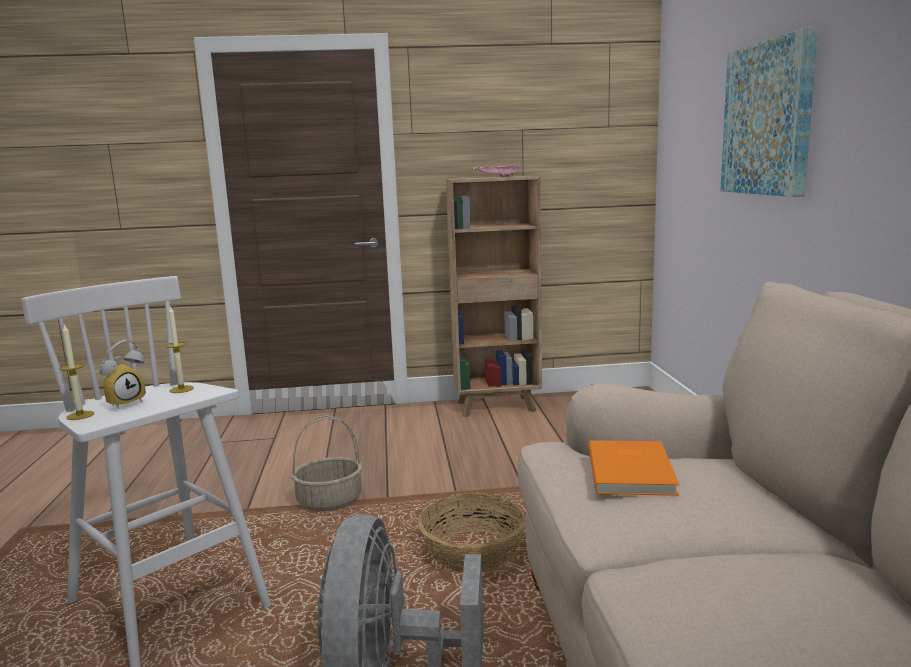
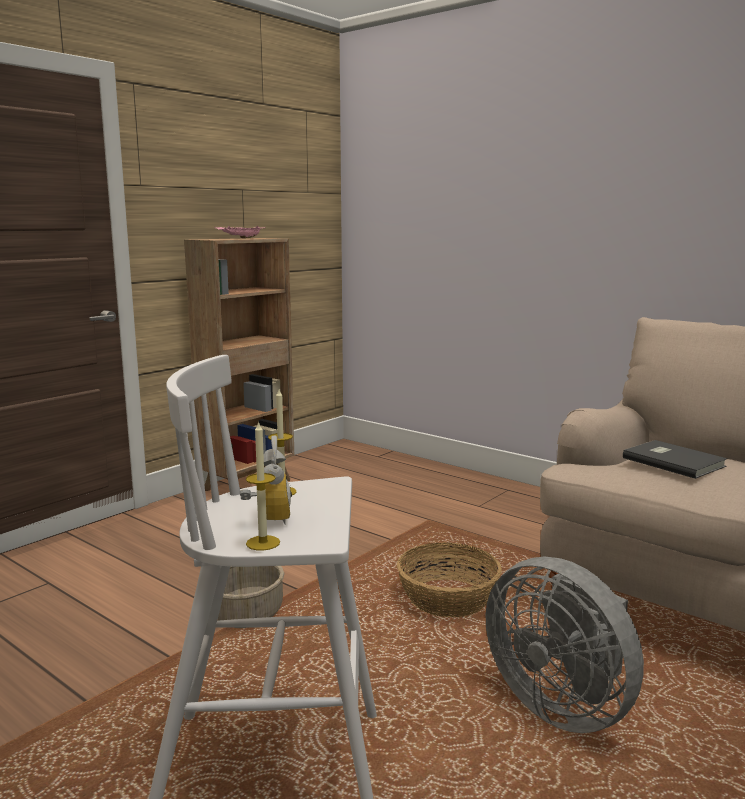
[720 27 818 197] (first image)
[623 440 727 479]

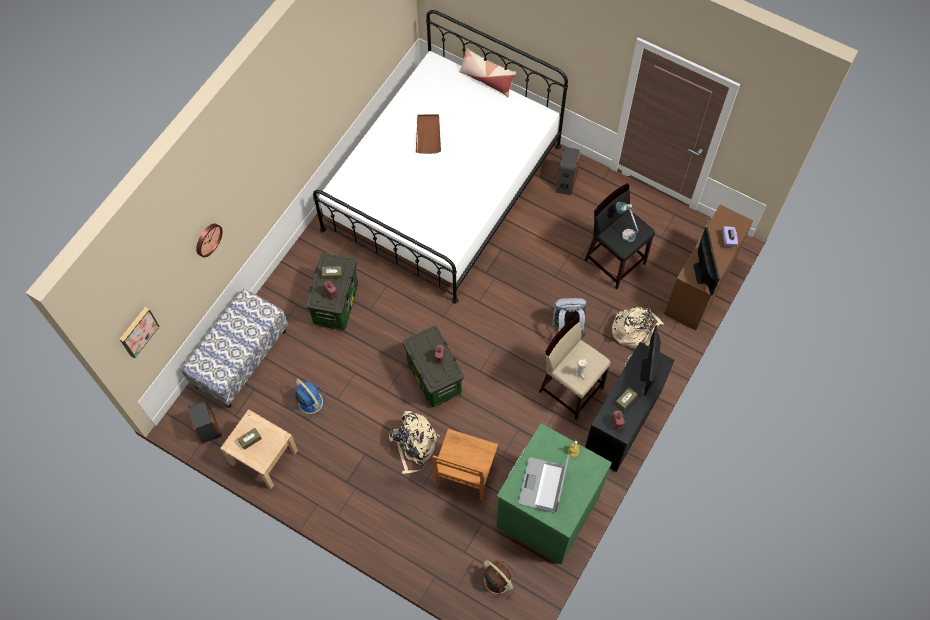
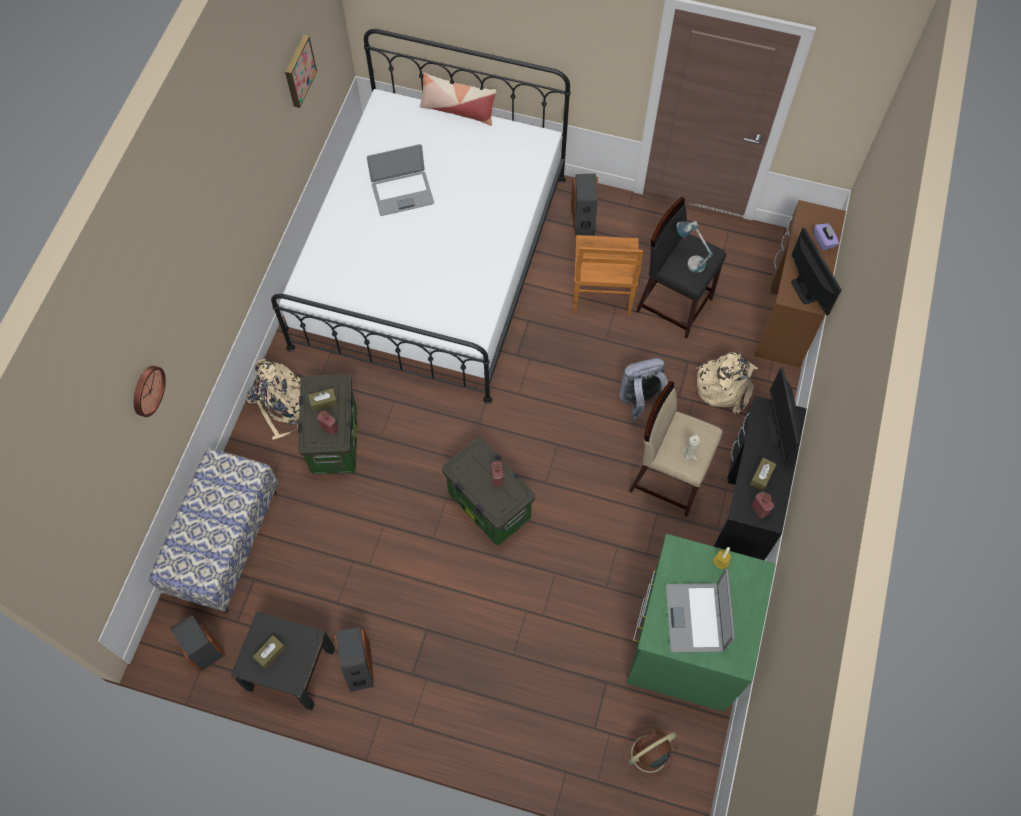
[291 378 329 420] (first image)
[334 627 374 692]
[285 34 317 108]
[247 359 301 440]
[573 235 643 316]
[367 144 434 216]
[231 611 335 710]
[622 727 678 784]

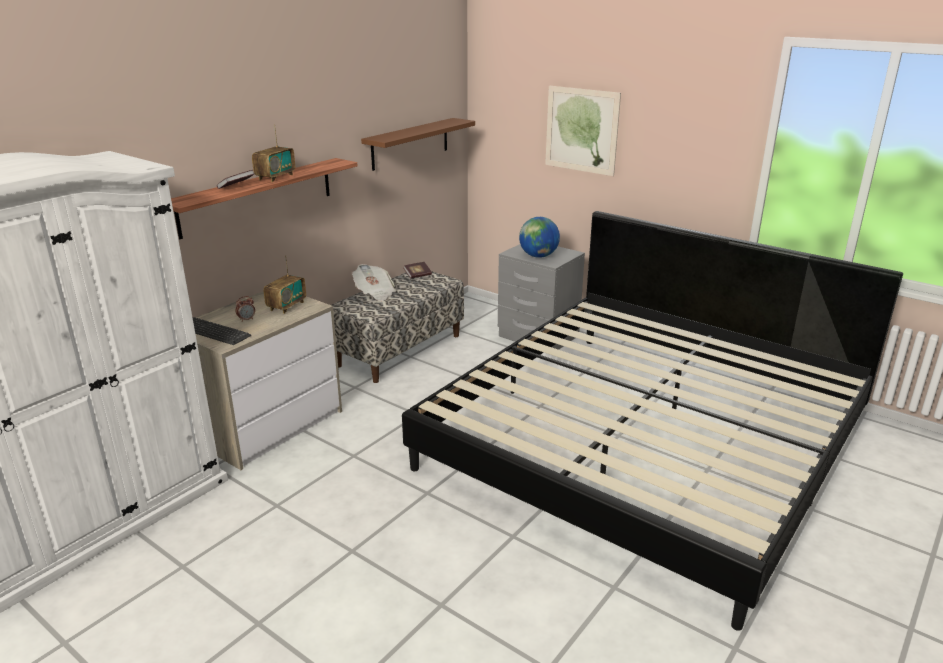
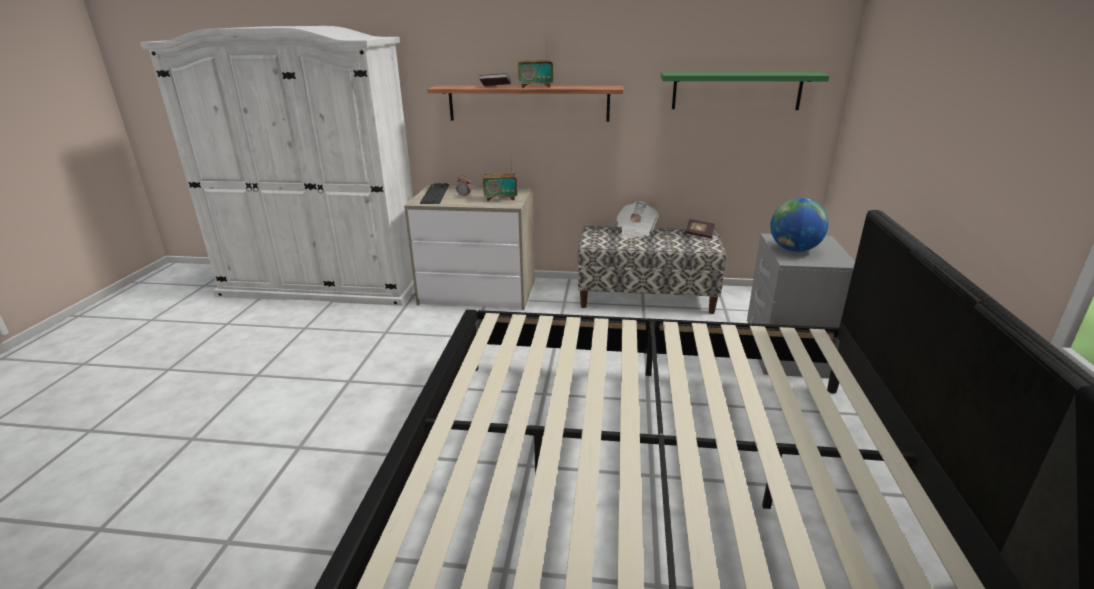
[545 86 621 176] (first image)
[661 72 829 110]

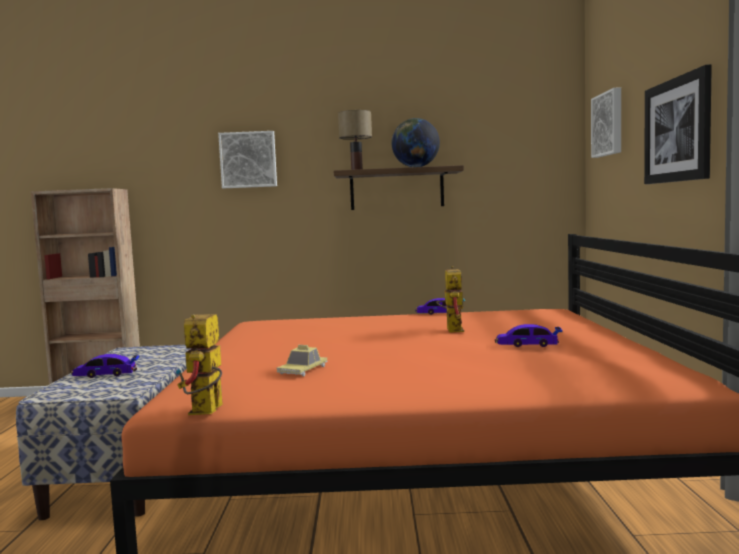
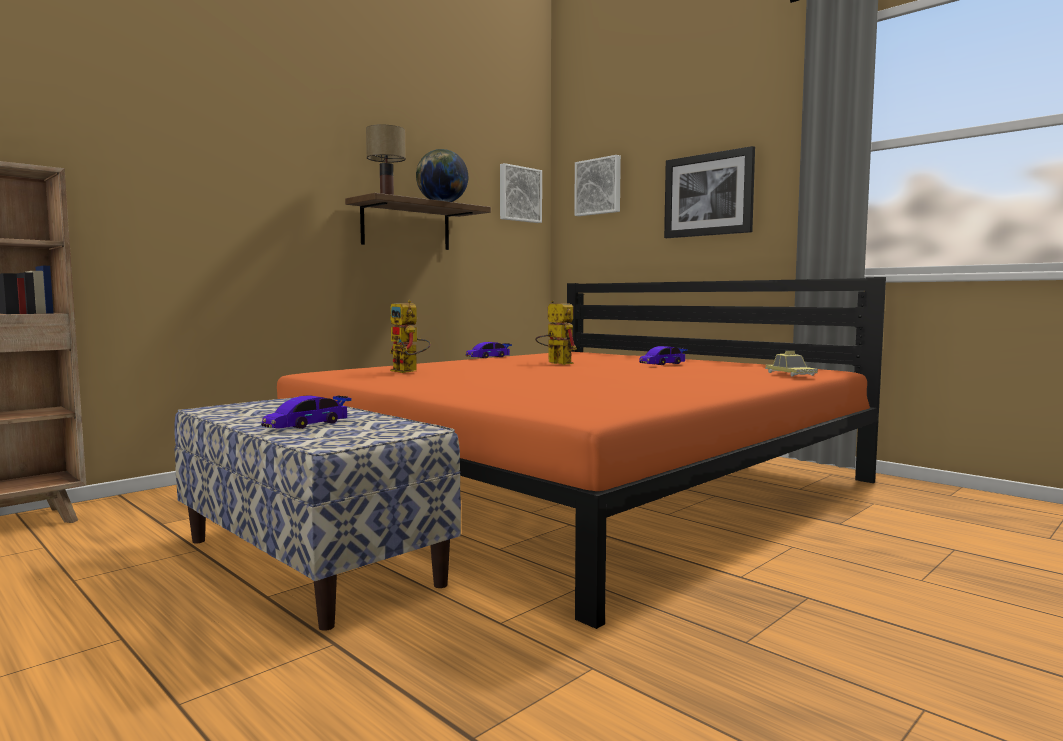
[390 300 431 373]
[500 163 542 223]
[765 351 818 377]

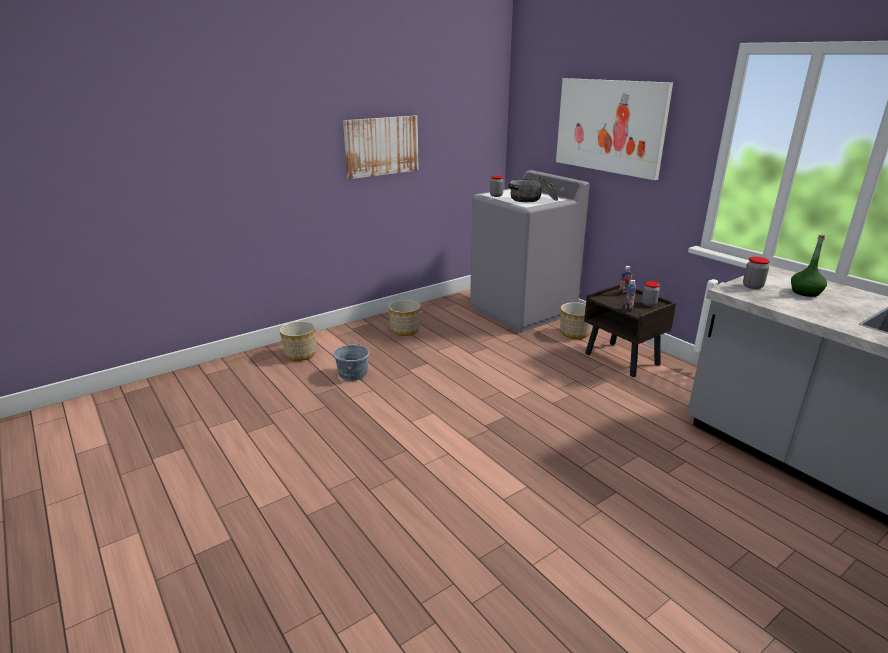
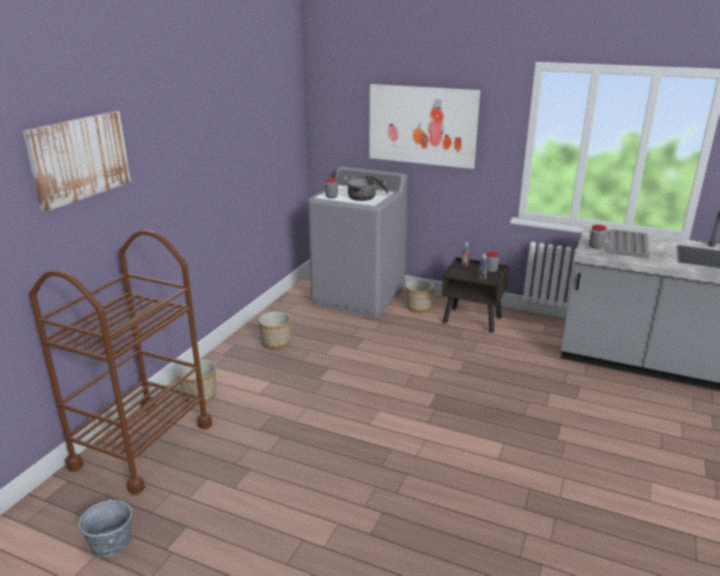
[29 230 212 495]
[78 492 132 557]
[23 111 131 212]
[608 229 650 259]

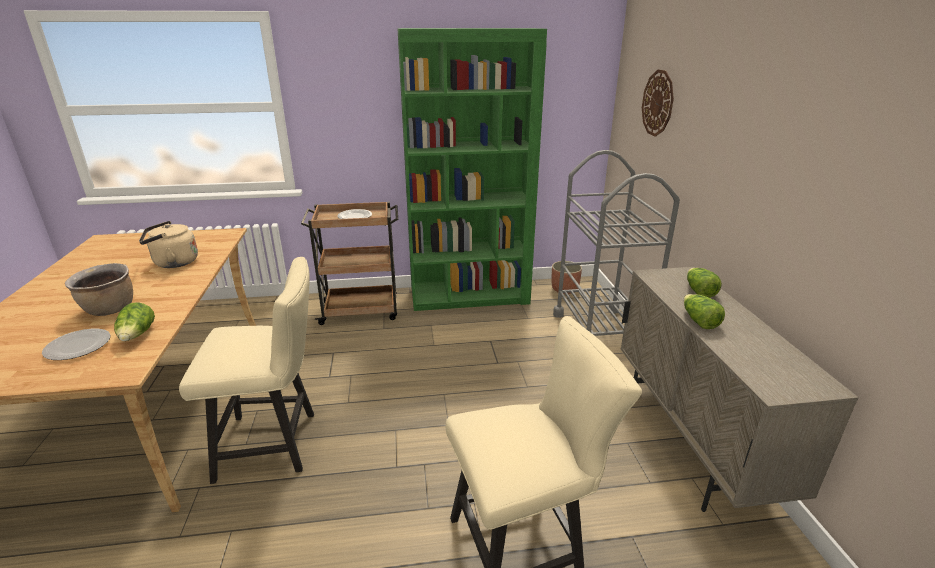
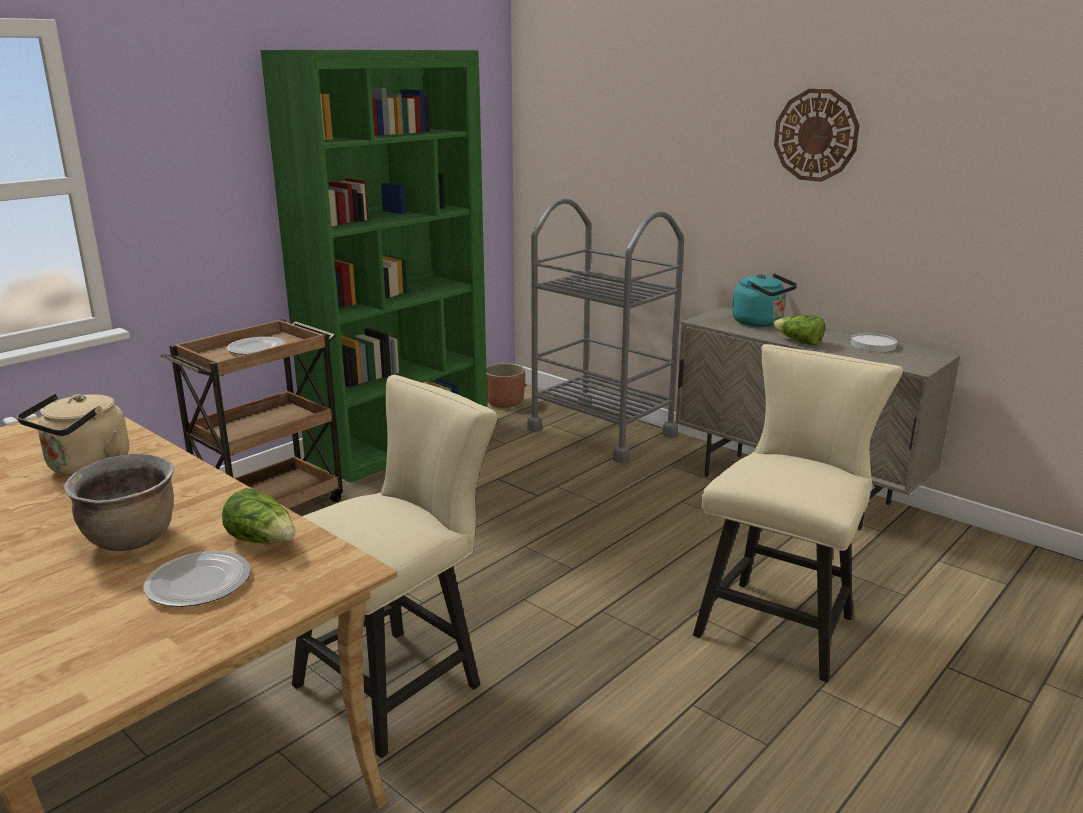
[851 333 897 352]
[774 89 860 182]
[732 273 797 327]

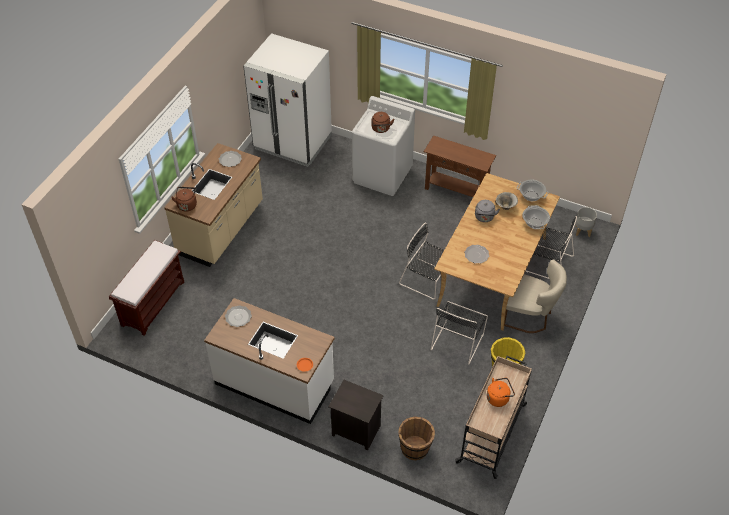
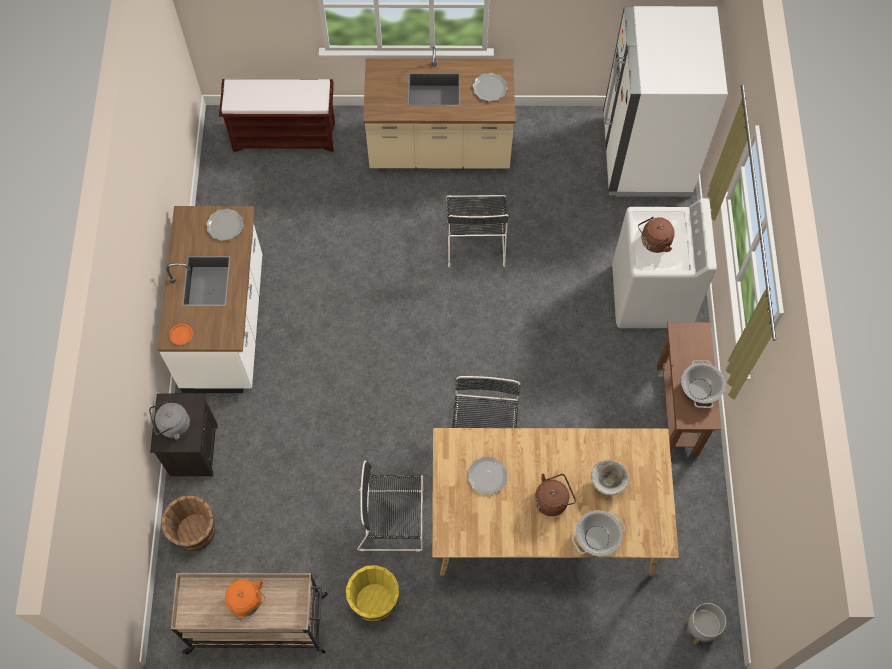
[504 259 567 333] (first image)
[535 474 576 516]
[149 402 190 440]
[681 360 725 408]
[446 195 509 268]

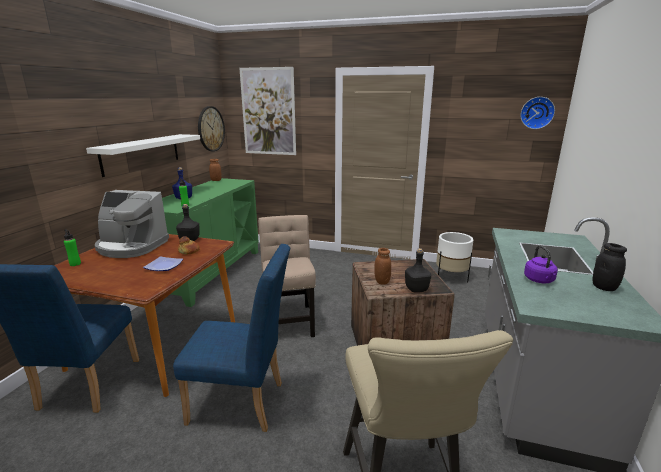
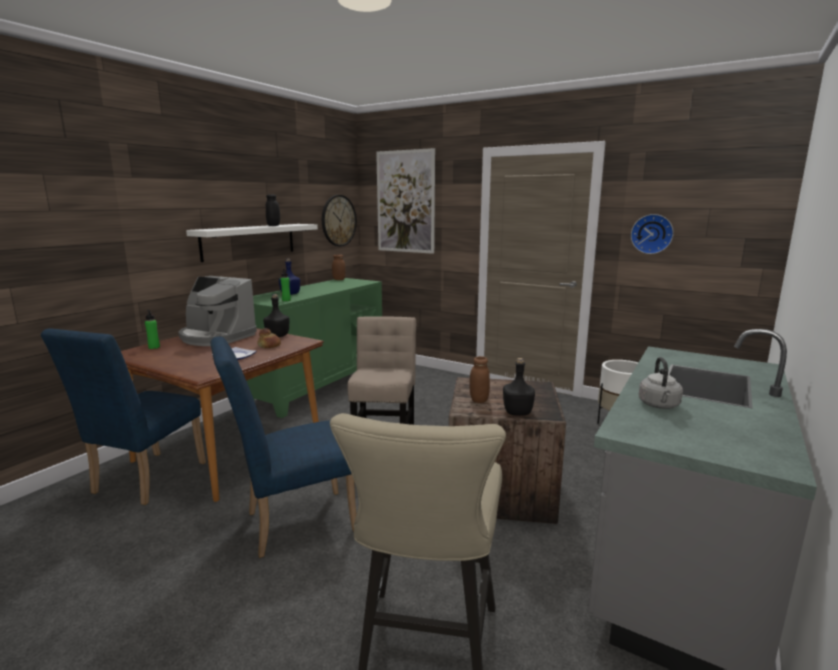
[631 214 674 254]
[266 194 280 226]
[638 357 683 409]
[210 336 357 558]

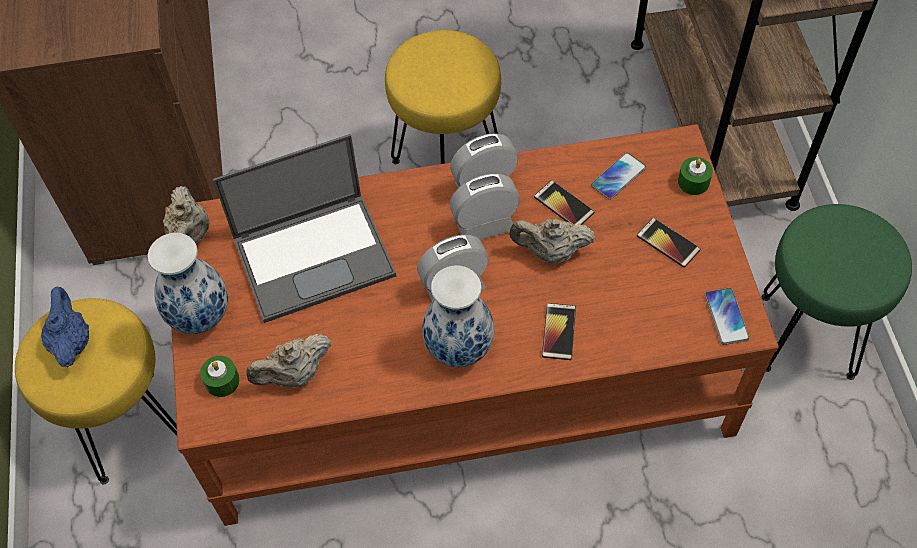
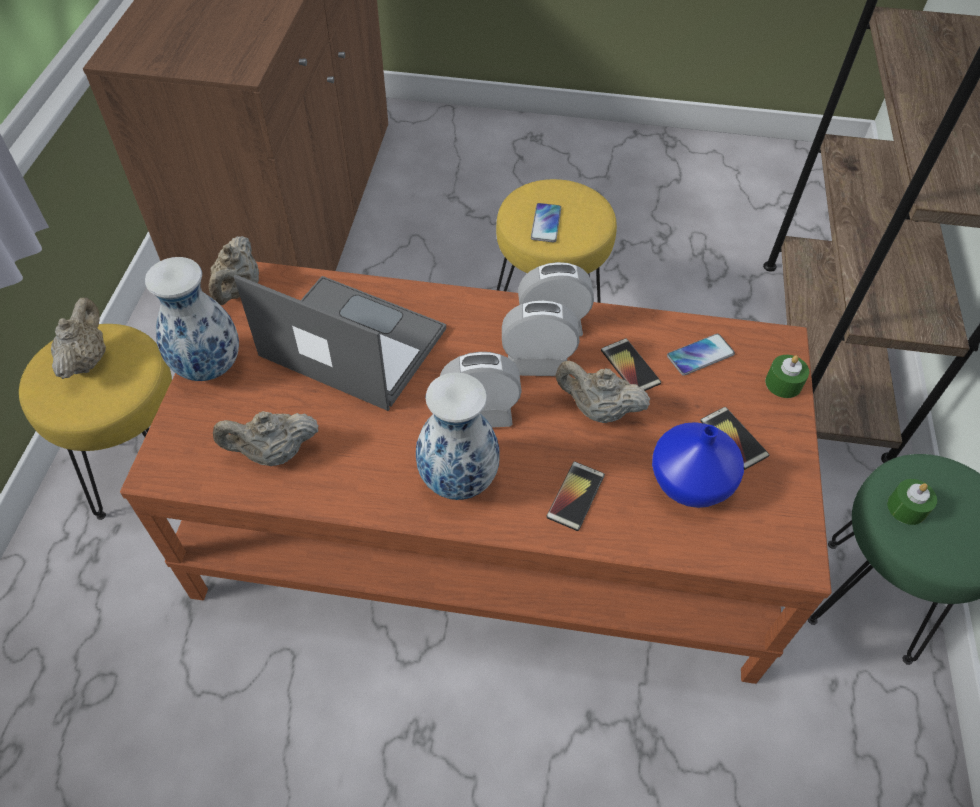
[652 422 744 508]
[887 479 937 525]
[531 203 561 242]
[51 297 106 379]
[234 274 446 411]

